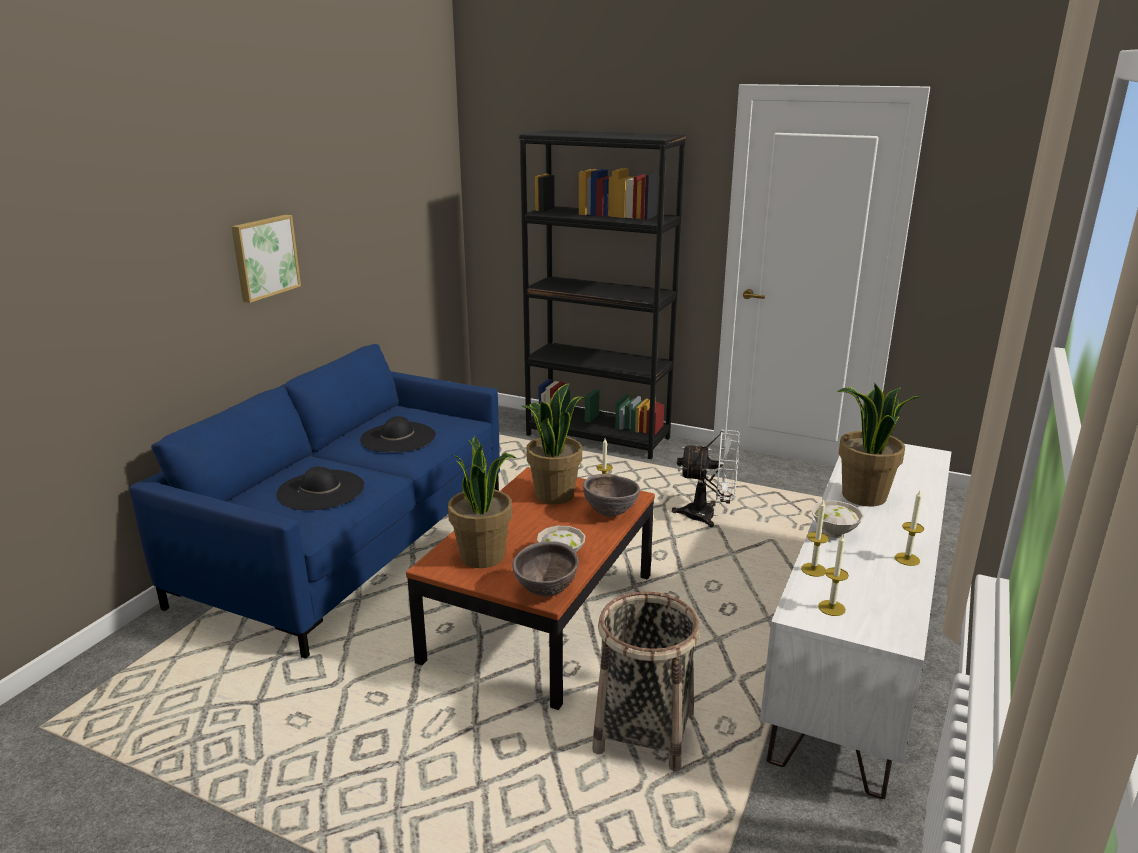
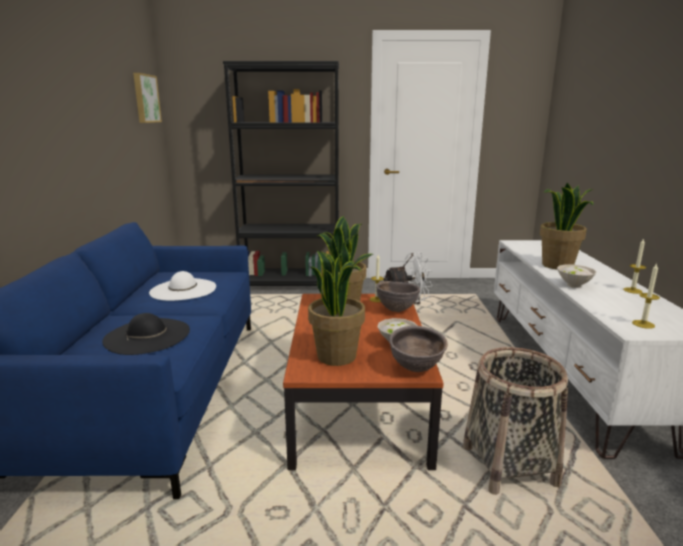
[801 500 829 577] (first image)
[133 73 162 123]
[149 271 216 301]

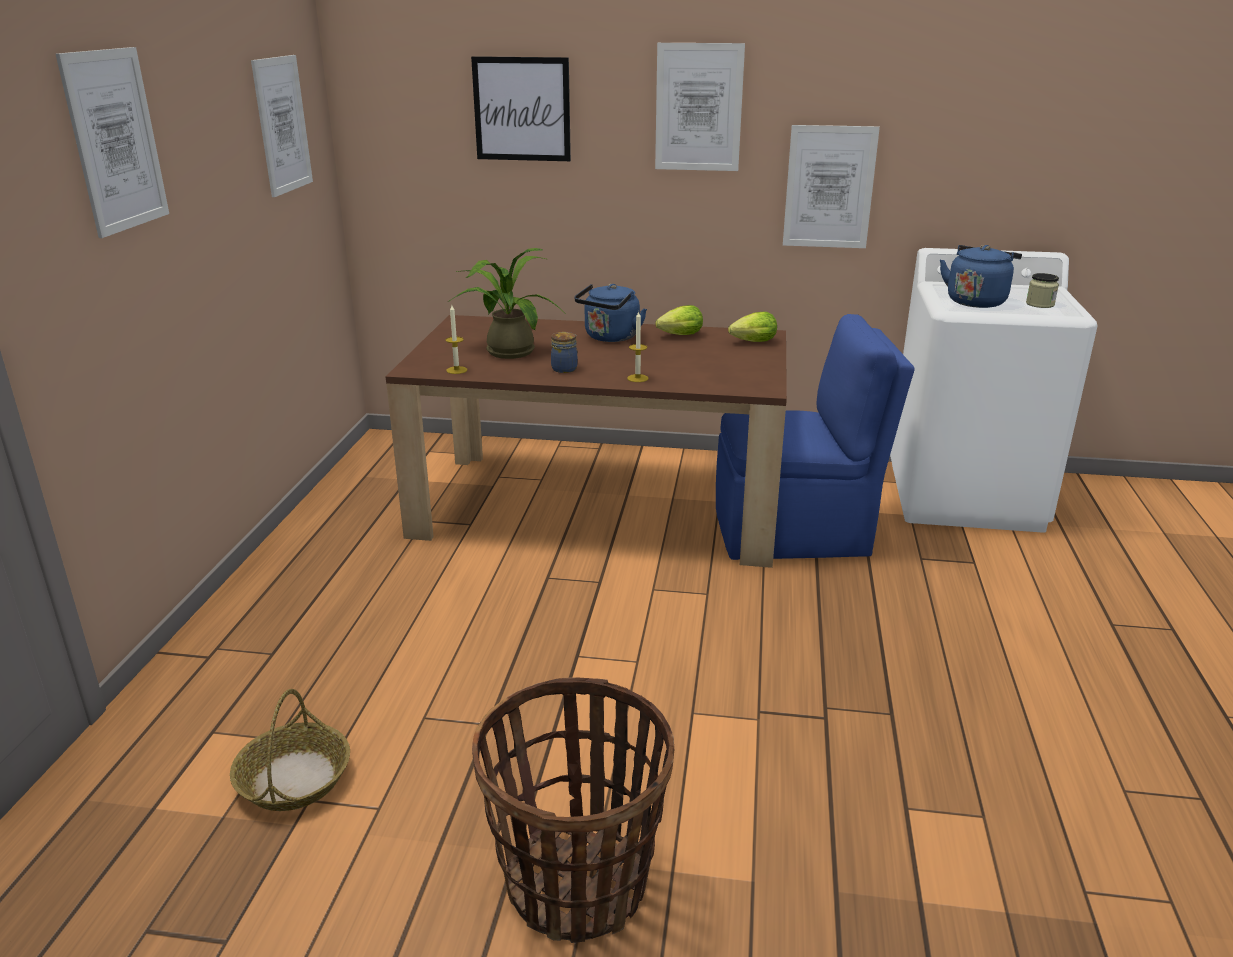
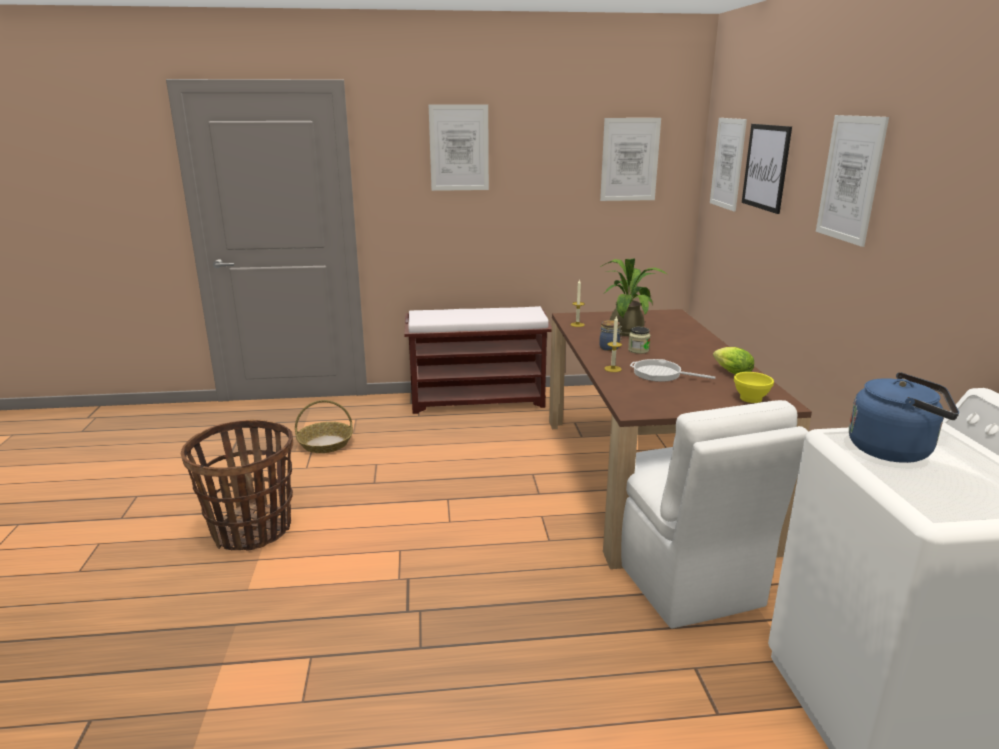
[574 284 647 342] (first image)
[404 306 552 414]
[630 359 715 382]
[710 118 747 212]
[628 327 650 354]
[734 372 774 403]
[621 400 808 628]

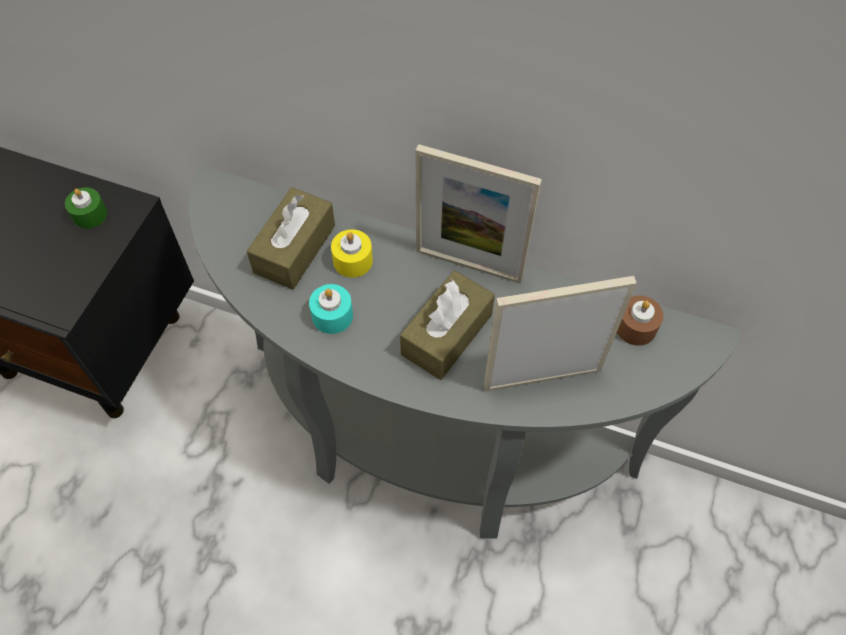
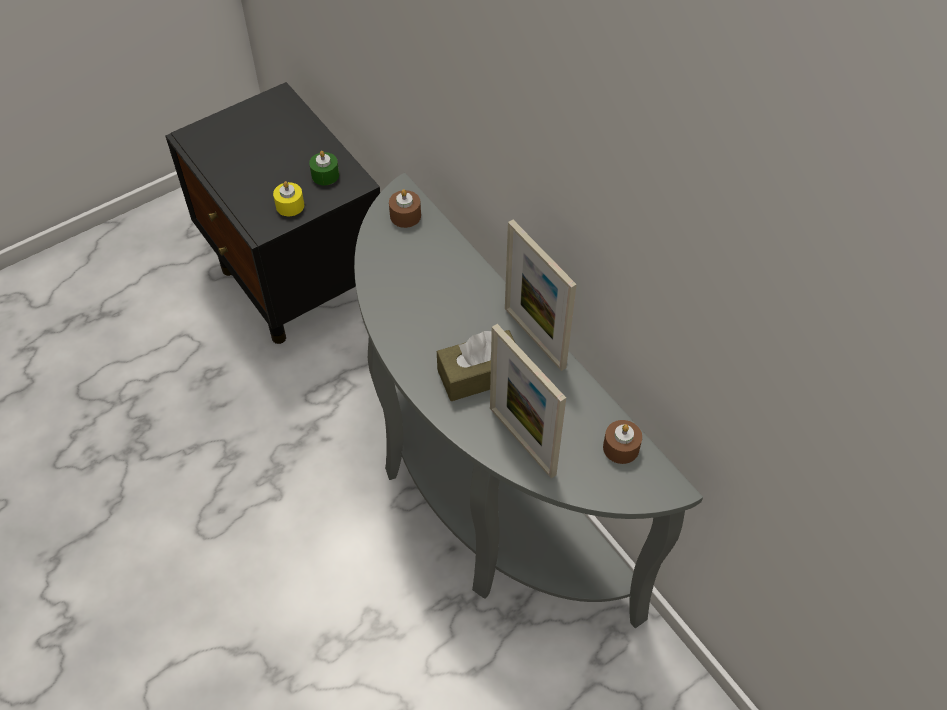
[247 187 335 290] (first image)
[309 284 353 334] (first image)
[389 189 421 228]
[273 181 304 216]
[490 324 566 479]

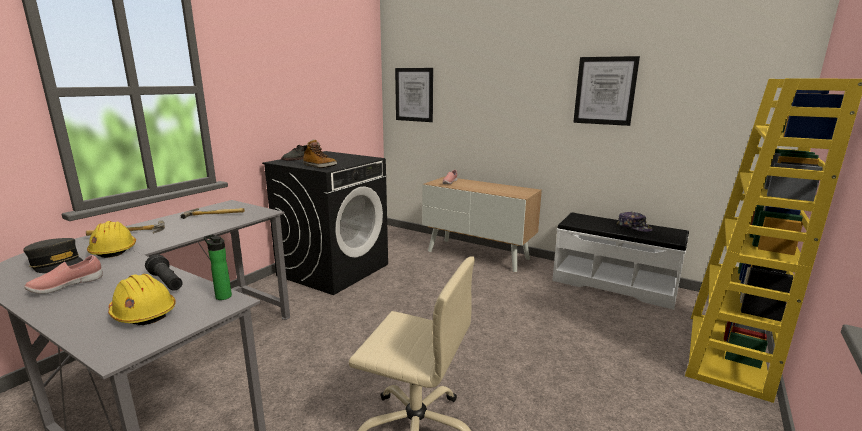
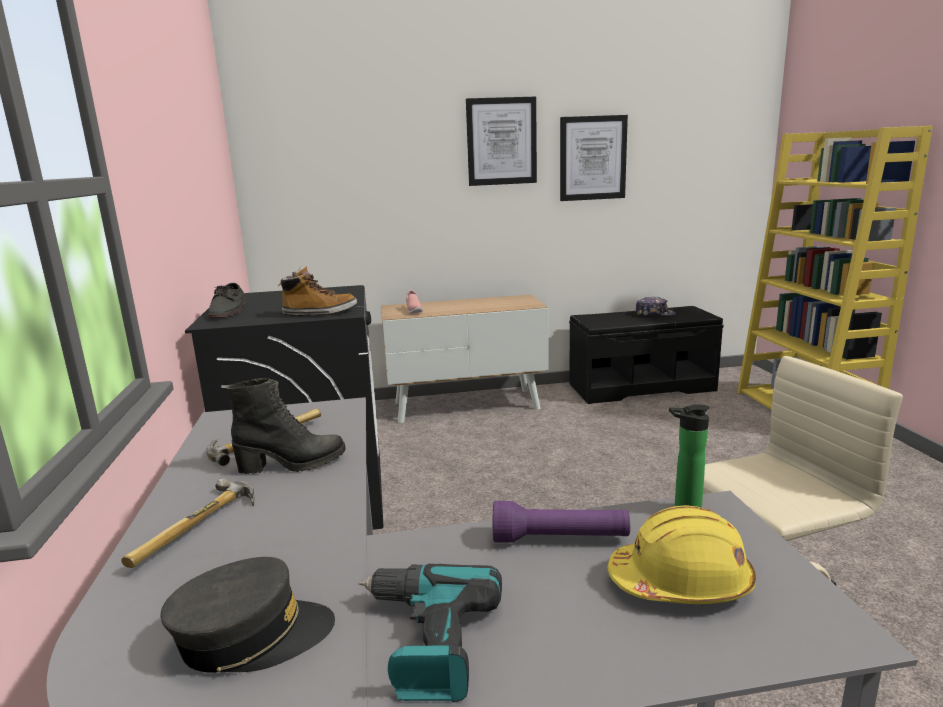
[87 221 136 258] (first image)
[226 378 346 474]
[466 97 537 186]
[358 564 502 702]
[493 501 630 543]
[569 306 723 404]

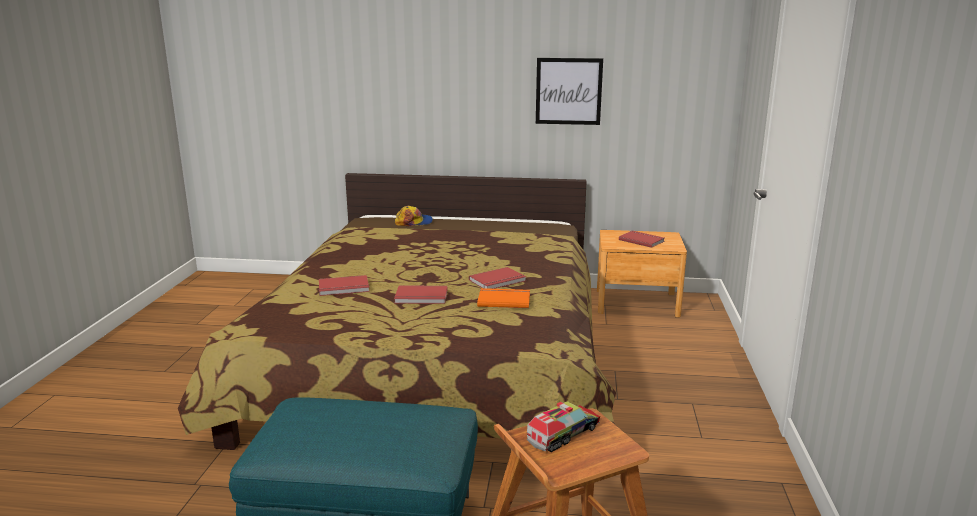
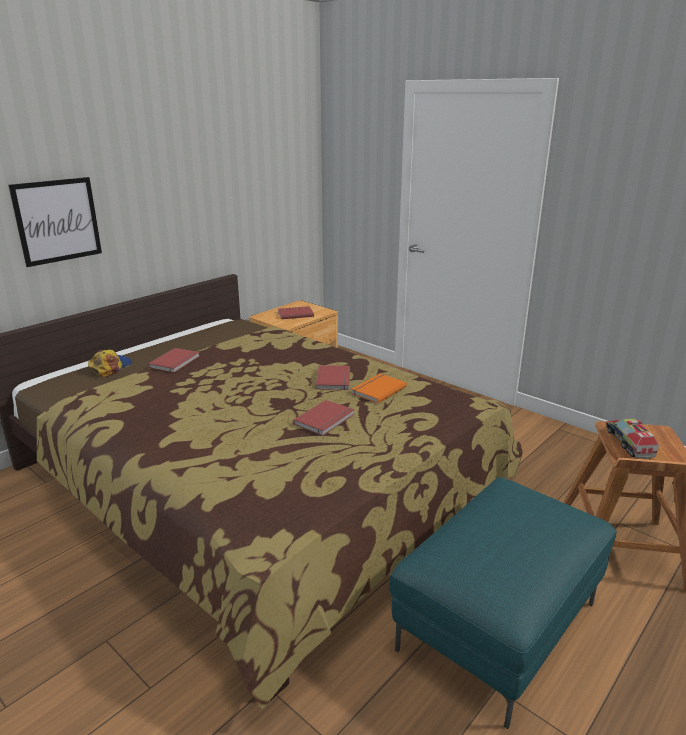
[148 348 199 372]
[8 177 102 267]

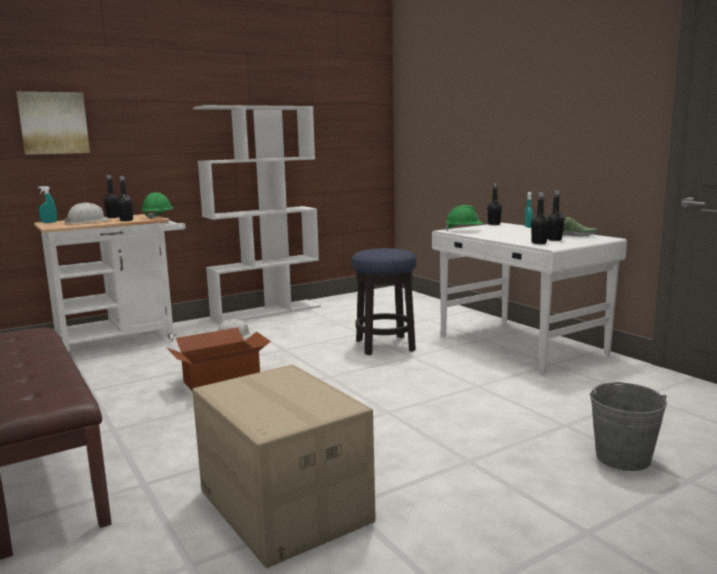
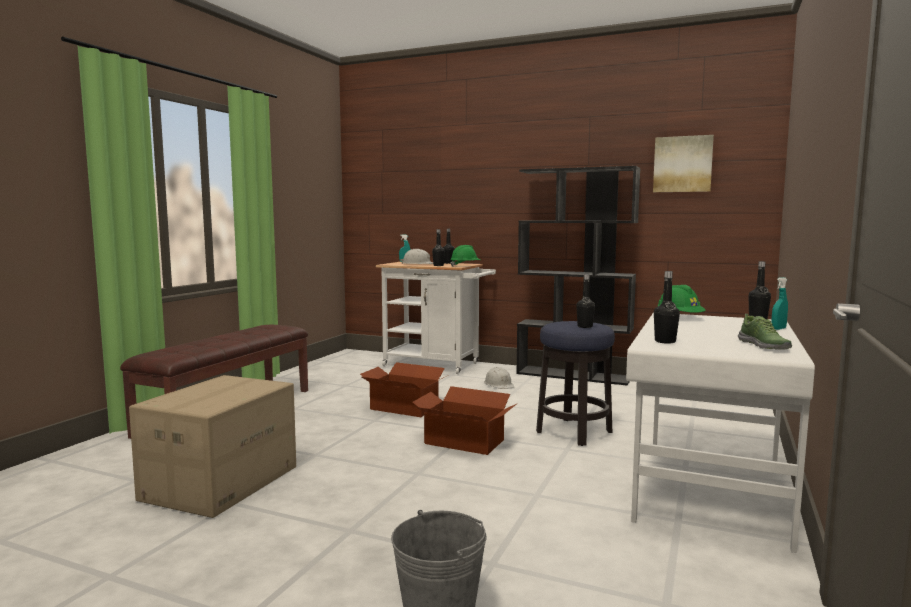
[412 386 516 455]
[653 135 714 192]
[576 274 595 328]
[516 166 640 386]

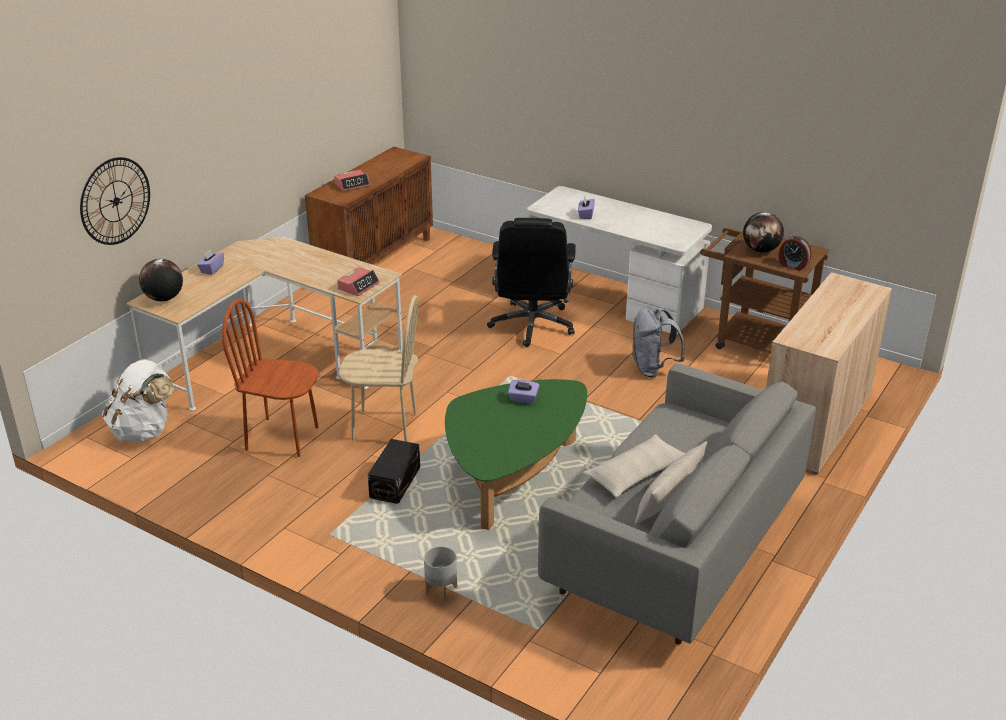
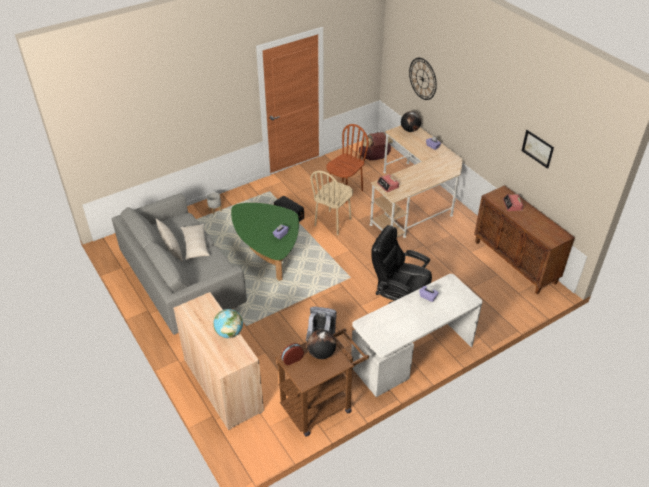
[213 309 243 338]
[522 130 554 169]
[359 132 393 160]

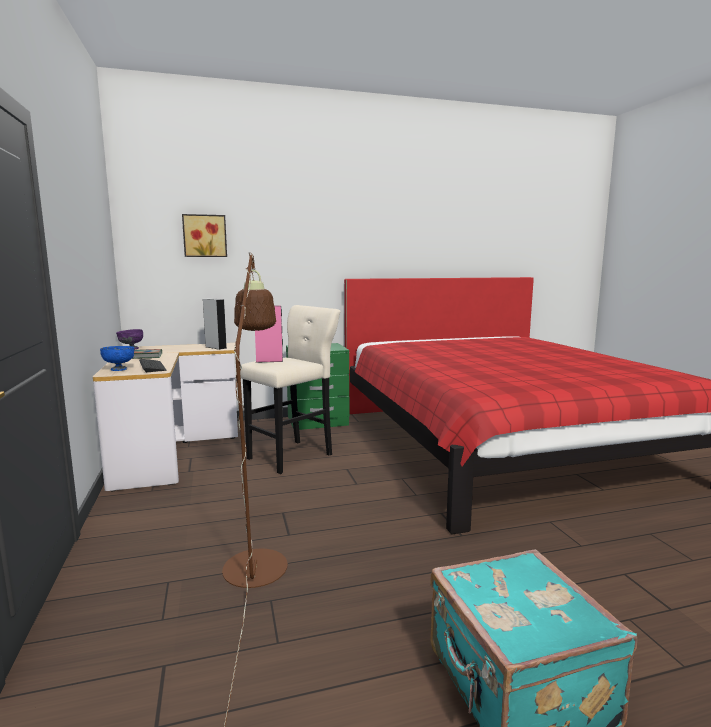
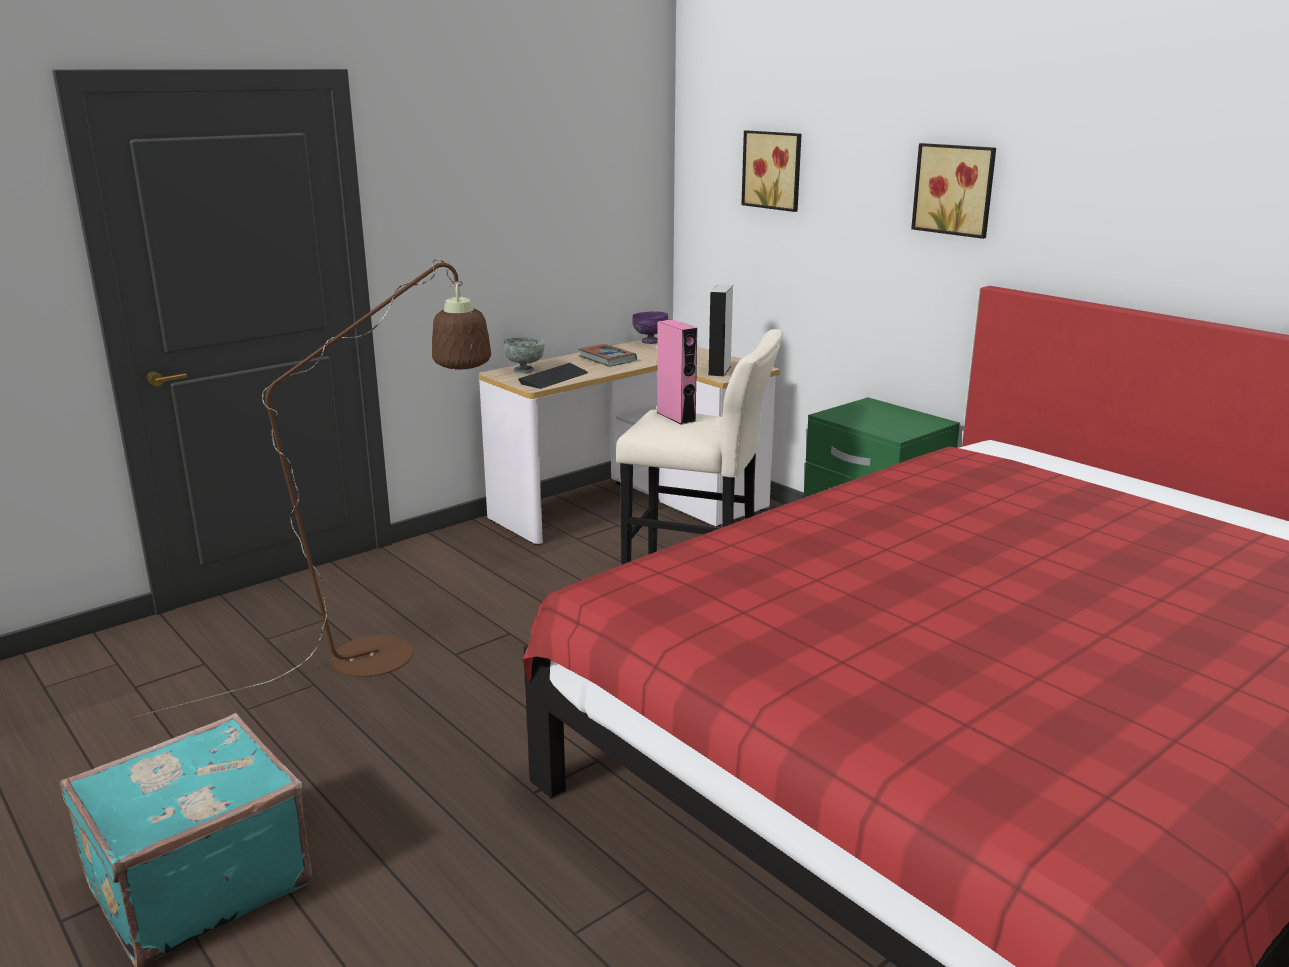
[911 143 996 239]
[503 337 545 374]

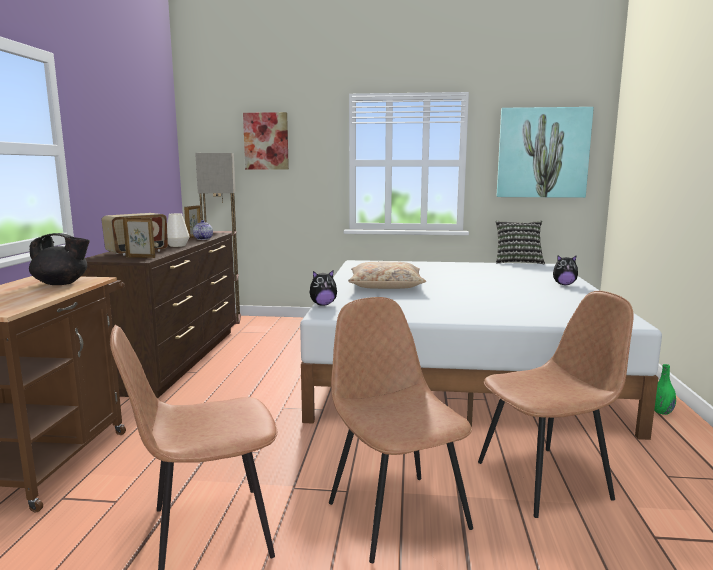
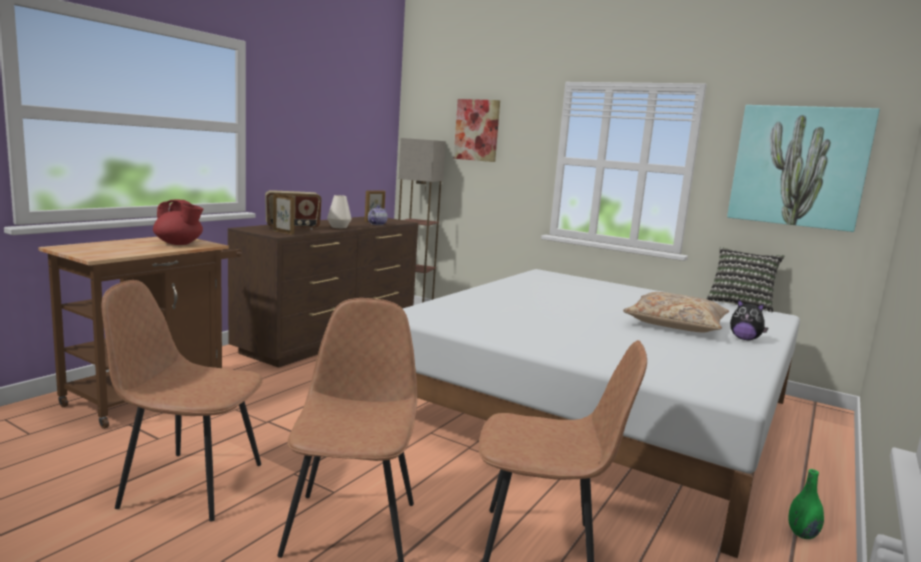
[310 270 337 305] (first image)
[623 292 729 332]
[153 200 203 245]

